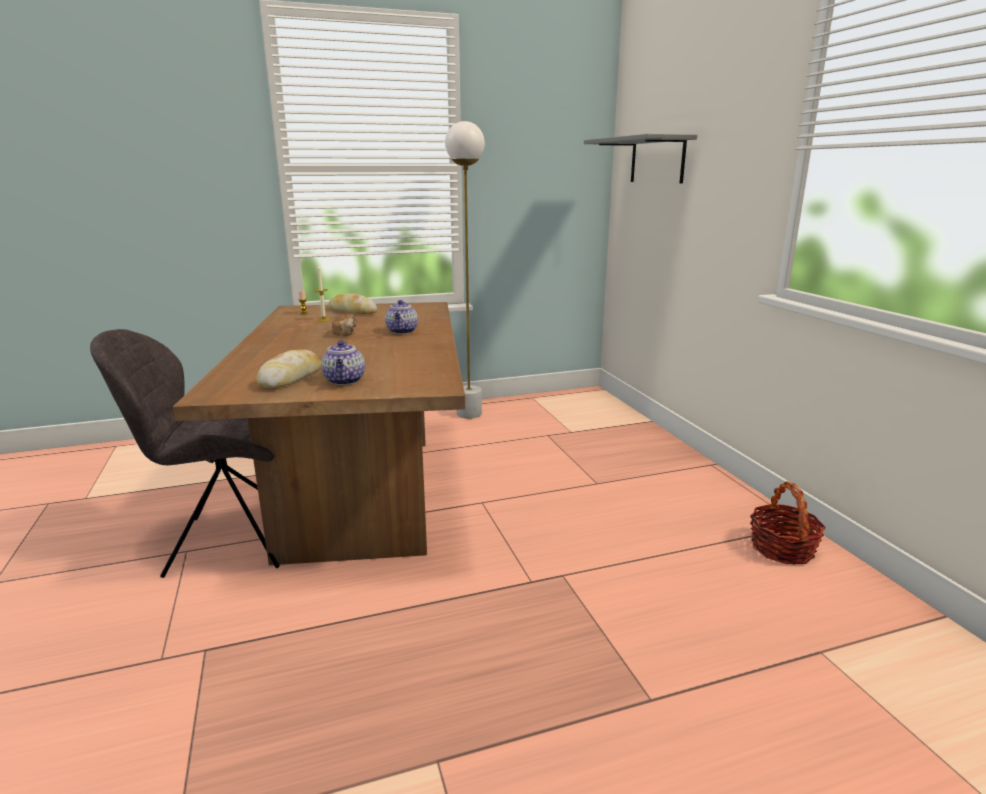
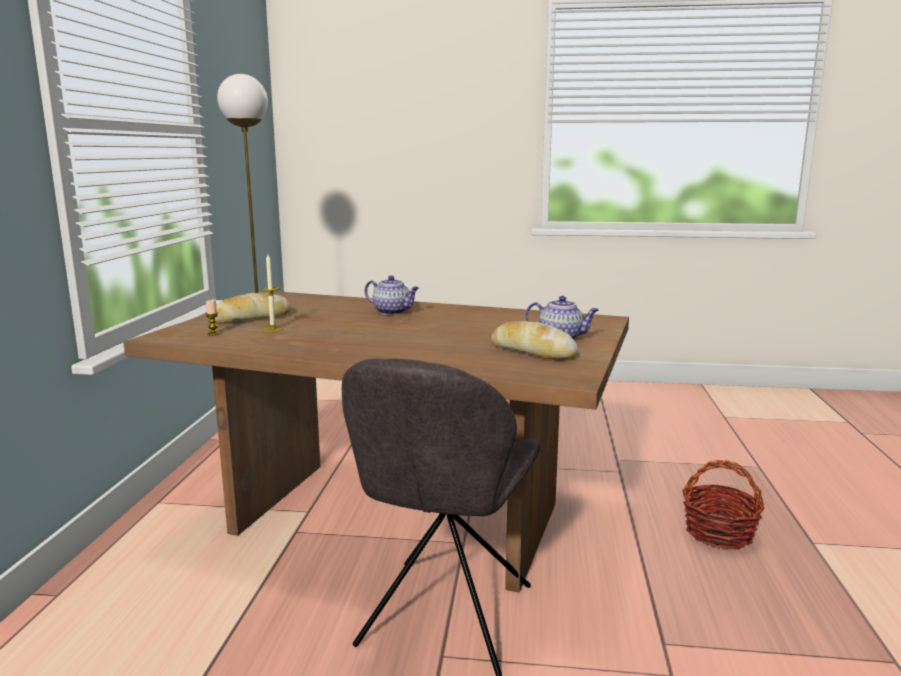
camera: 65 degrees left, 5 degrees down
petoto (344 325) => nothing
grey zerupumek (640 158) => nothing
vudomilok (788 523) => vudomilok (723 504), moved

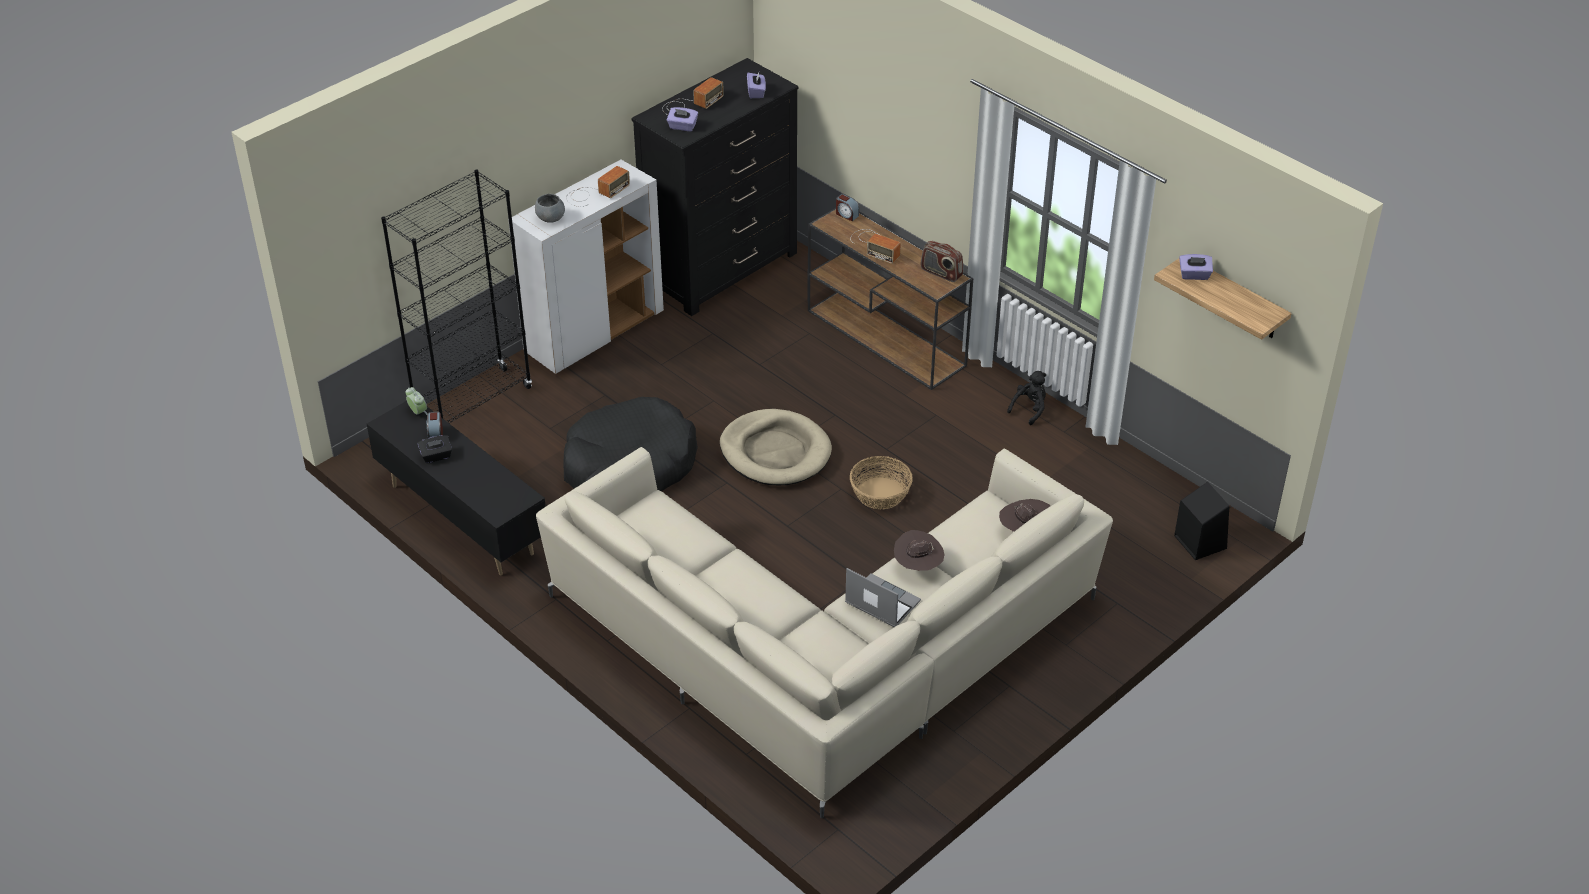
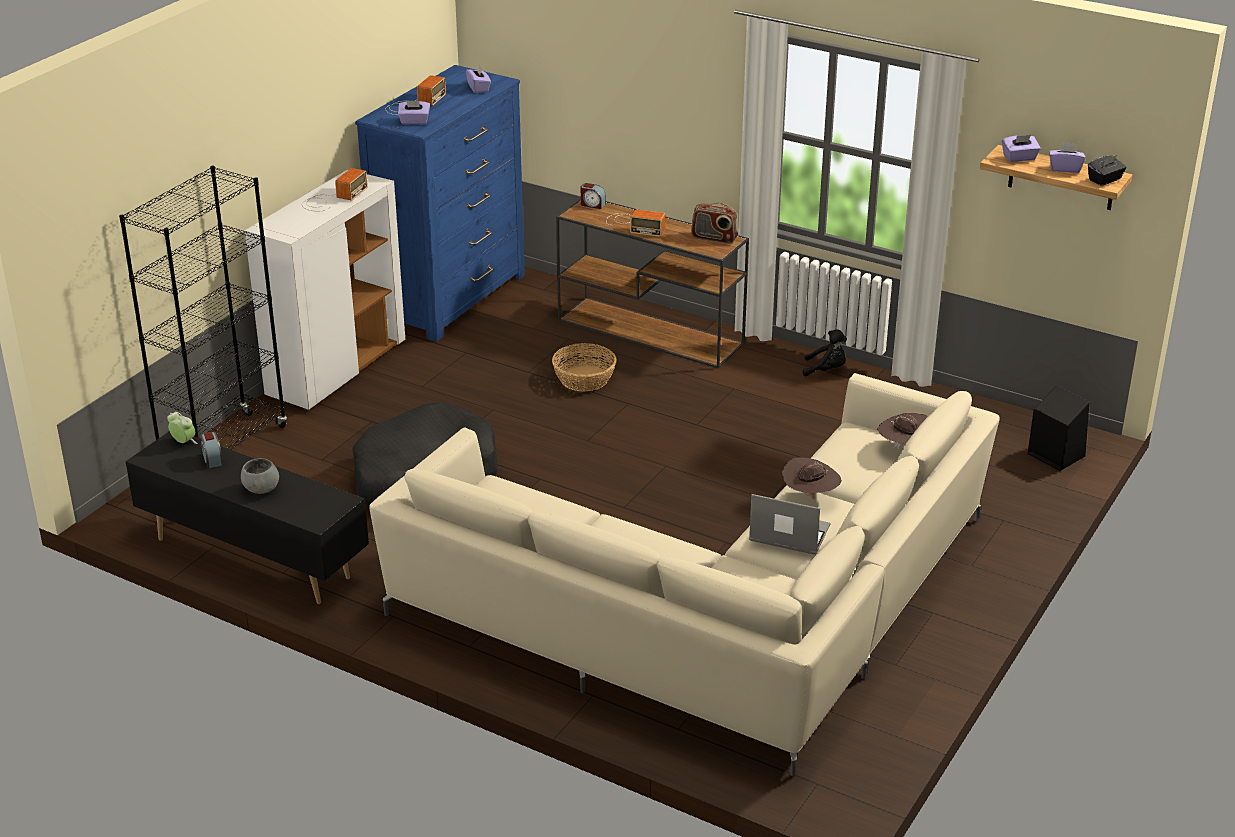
camera: 15 degrees left, 10 degrees down
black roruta (435 449) => black roruta (1107 170), moved
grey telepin (550 208) => grey telepin (260 476), moved
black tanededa (715 187) => blue tanededa (440 203)
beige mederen (776 447) => nothing
vudomilok (881 482) => vudomilok (584 367), moved
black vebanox (1026 398) => black vebanox (825 353), 75 degrees clockwise
nothing => purple roruta (1067 157)

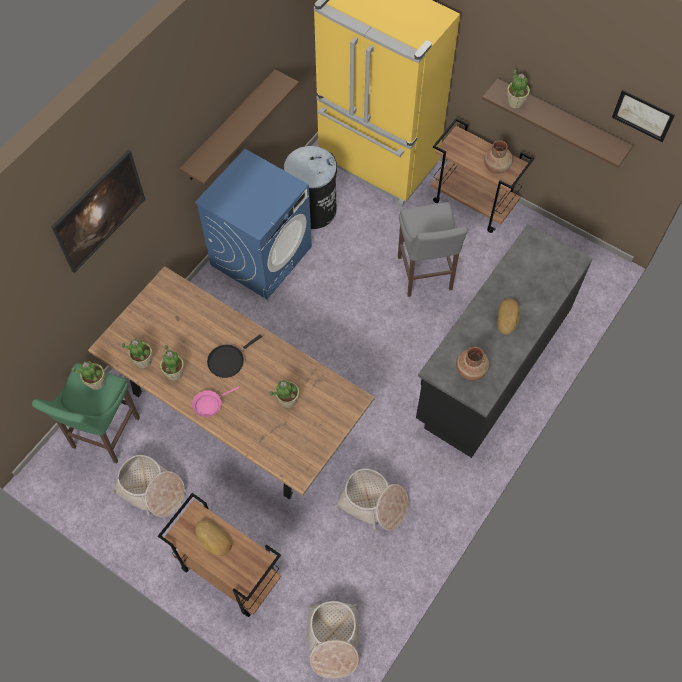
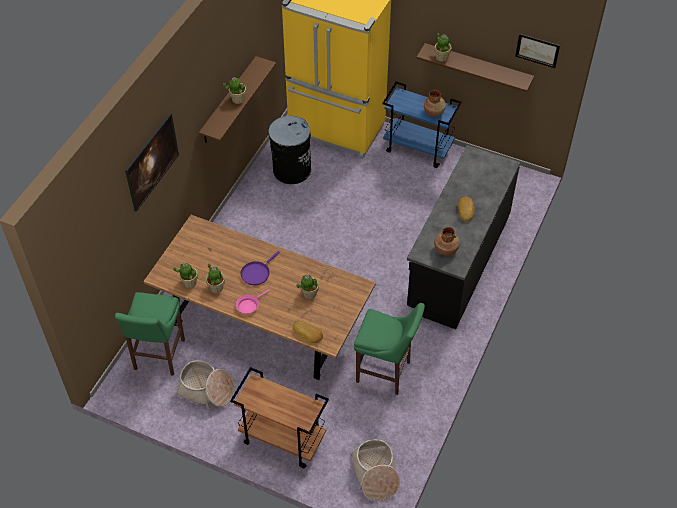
camera: 10 degrees left, 10 degrees down
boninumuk (88 375) => boninumuk (234 90), moved
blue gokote (253 224) => nothing
petoto (213 538) => petoto (308 332), moved
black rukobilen (234 356) => purple rukobilen (260 268)
vudomilok (371 499) => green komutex (389 349)
grey komutex (433 249) => nothing
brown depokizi (482 175) => blue depokizi (422 124)

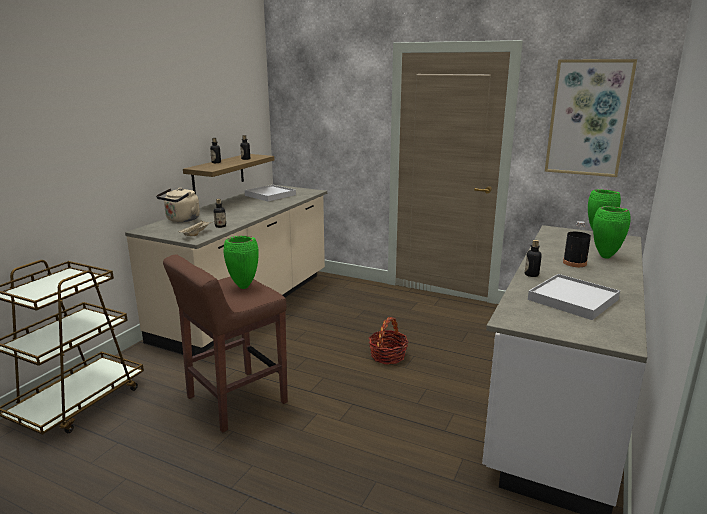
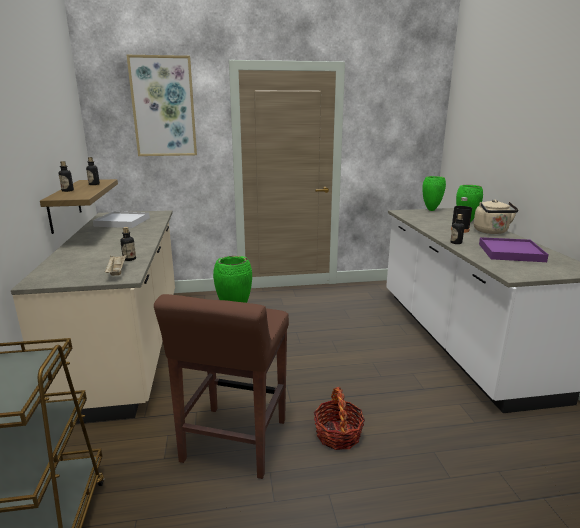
camera: 35 degrees left, 0 degrees up
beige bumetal (178 205) => beige bumetal (496 217), moved
vudomilok (388 340) => vudomilok (339 418), moved
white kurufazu (574 297) => purple kurufazu (514 249)
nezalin (591 118) => nezalin (162 105), moved

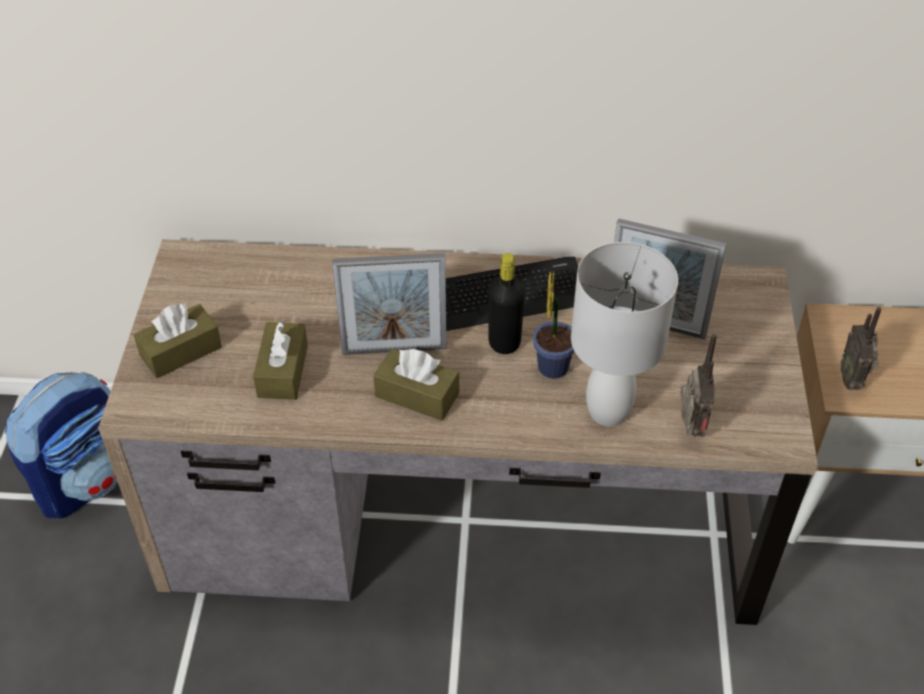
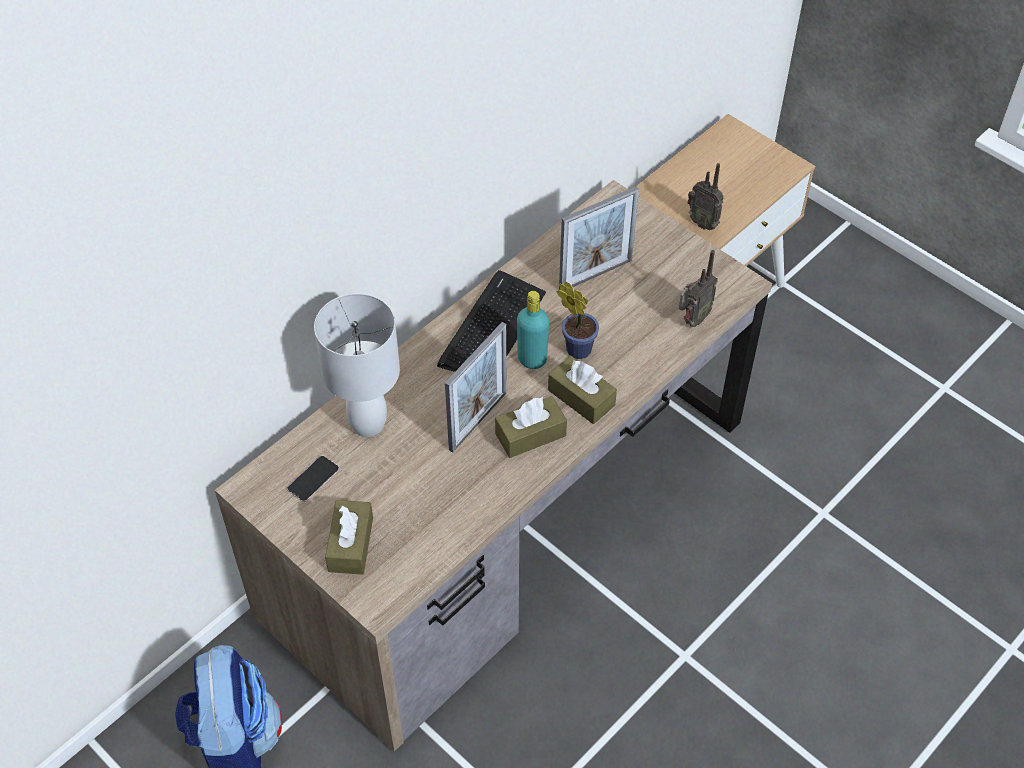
camera: 50 degrees left, 5 degrees up
brown roruta (280 360) => brown roruta (582 390), moved
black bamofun (506 303) => turquoise bamofun (533 330)
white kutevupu (624 334) => white kutevupu (357 365), moved
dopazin (699 385) => dopazin (698 288), 90 degrees clockwise
nothing => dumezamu (313 479)

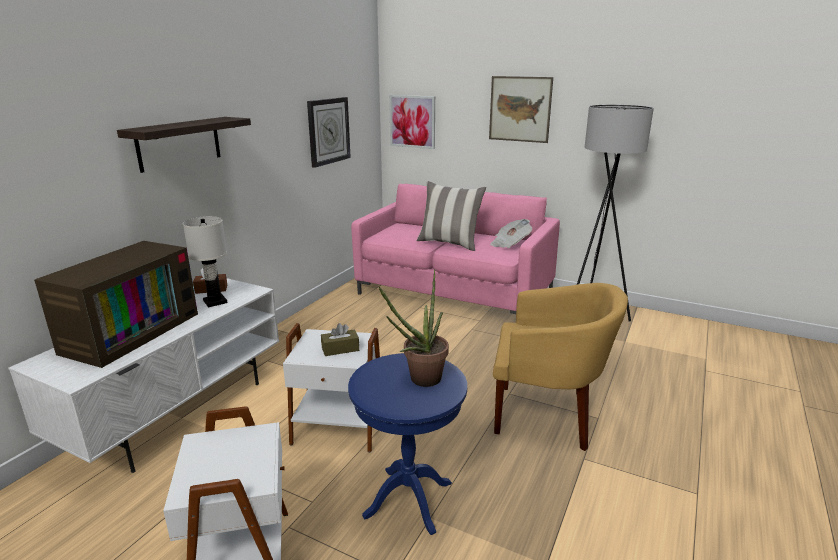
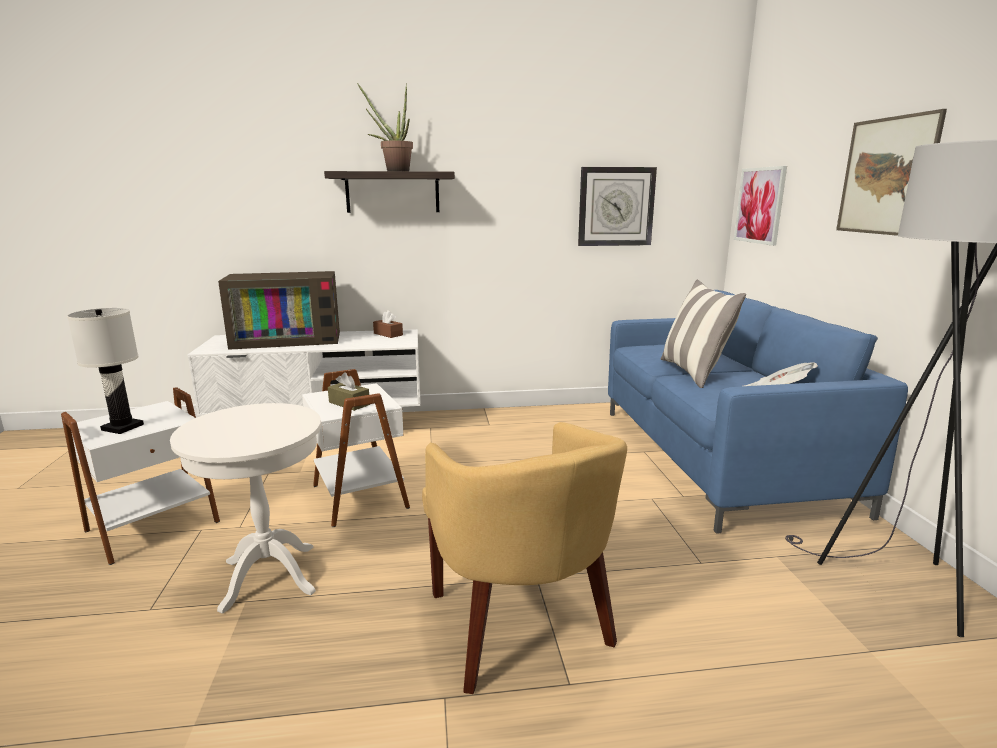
camera: 55 degrees right, 5 degrees down
white kutevupu (205 261) => white kutevupu (105 371), moved
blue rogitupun (407 444) => white rogitupun (245 508)
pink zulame (455 248) => blue zulame (758 412)
boninumuk (414 328) => boninumuk (385 127), moved

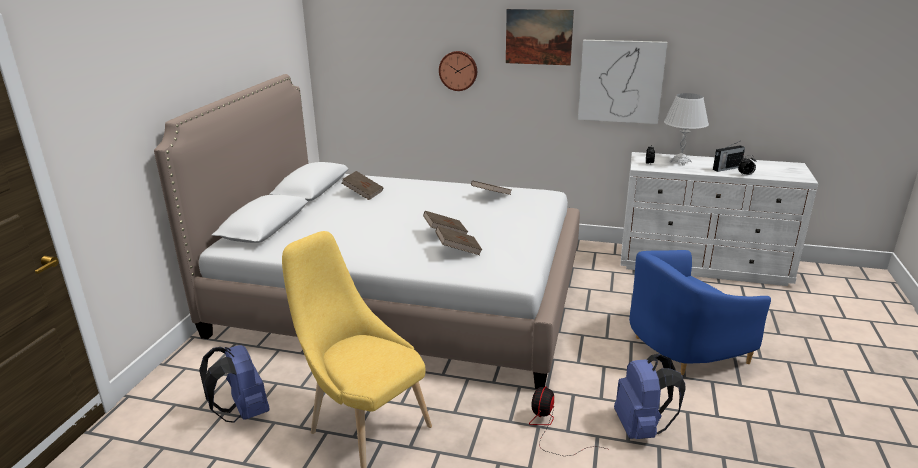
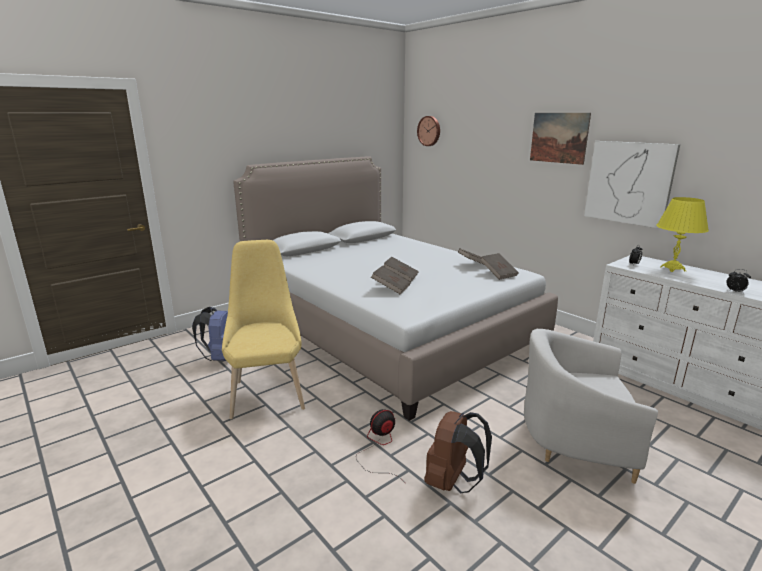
camera: 35 degrees right, 5 degrees down
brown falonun (362 185) => brown falonun (499 266), moved
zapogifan (458 71) => zapogifan (428 131), moved
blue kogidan (649 396) => brown kogidan (458 452)
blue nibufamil (700 312) => white nibufamil (591 406)
white kutevupu (686 129) => yellow kutevupu (682 234)
dopazin (729 156) => nothing

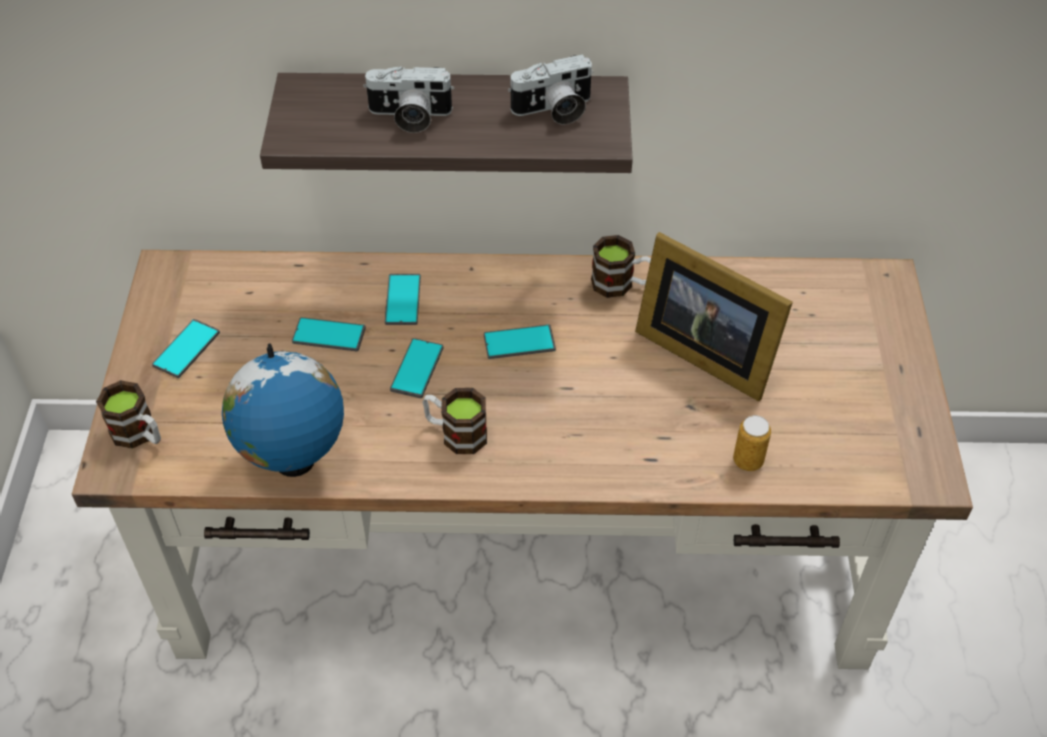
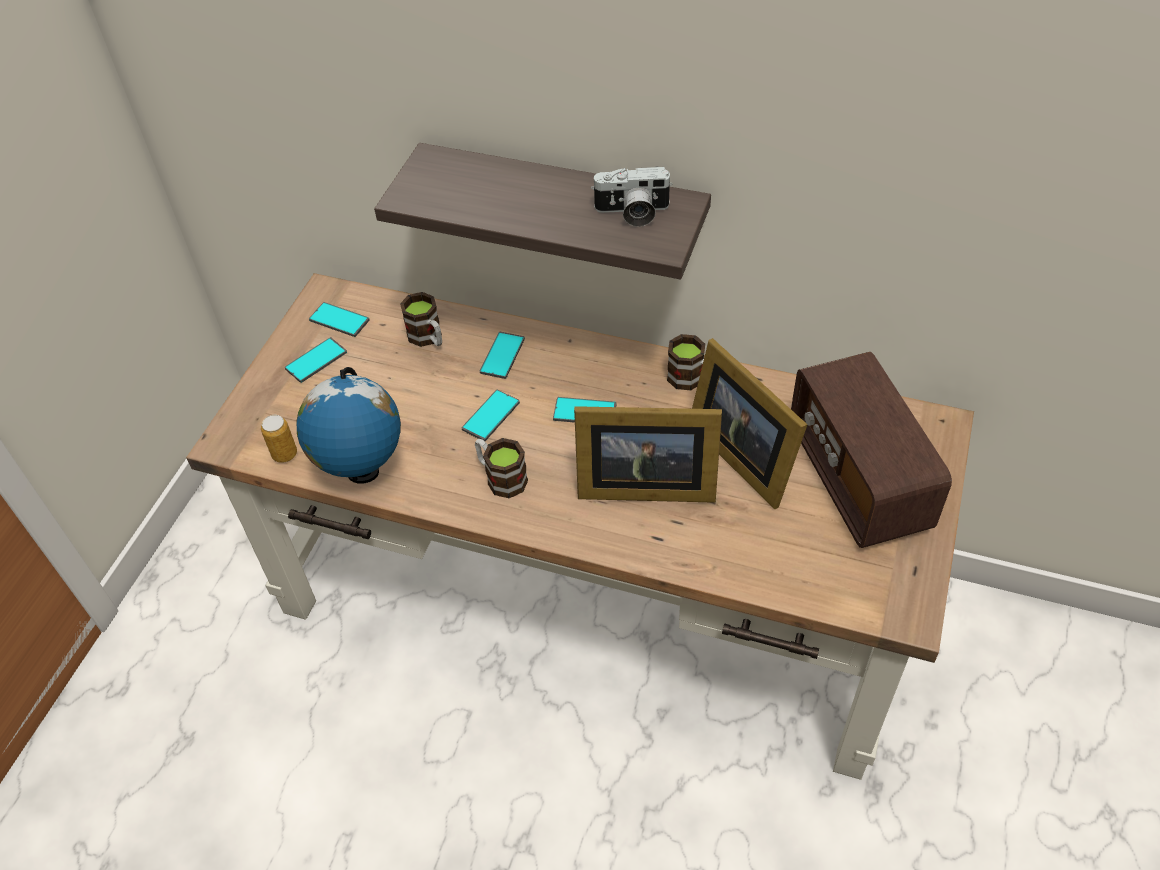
camera: 20 degrees right, 0 degrees up
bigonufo (128 414) => bigonufo (421 319), moved
dumezamu (329 334) => dumezamu (339 319), moved
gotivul (408 99) => nothing
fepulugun (752 443) => fepulugun (279 439), moved
nothing => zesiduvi (648 454)
nothing => dopazin (871 450)

